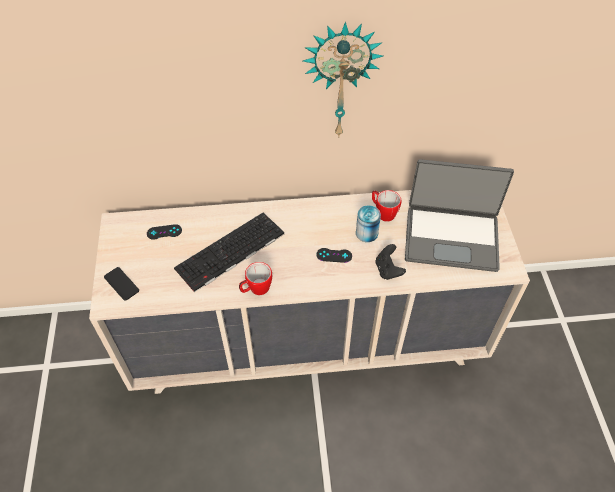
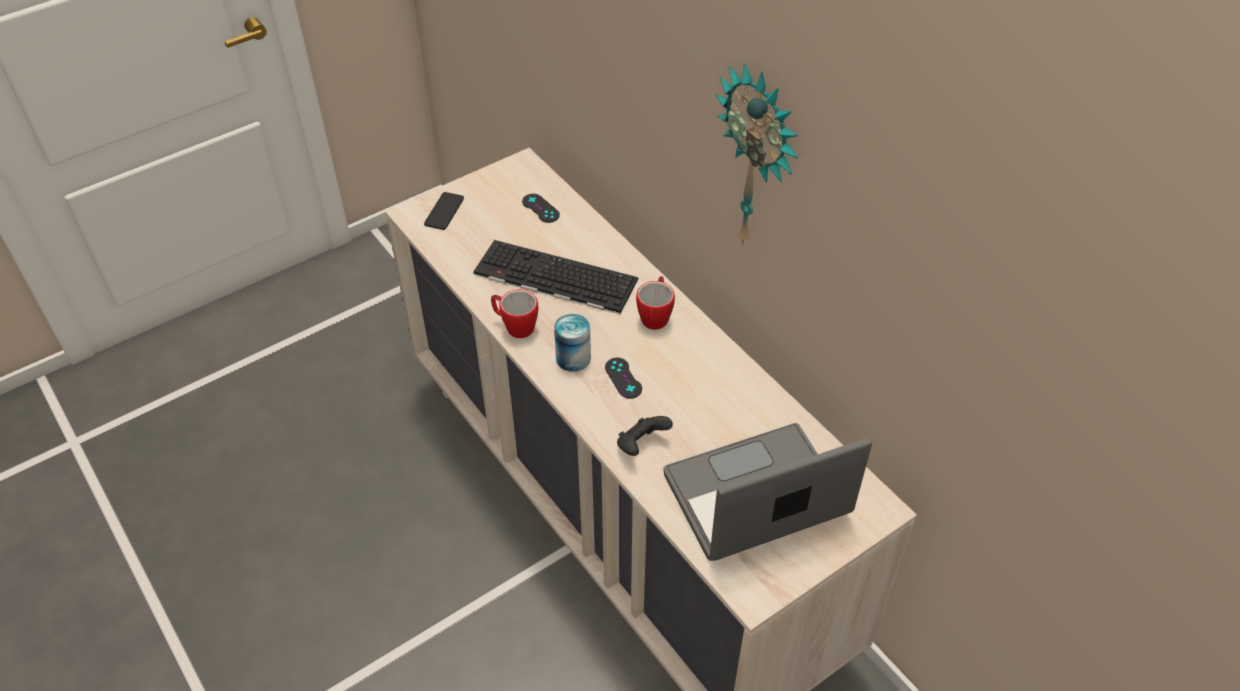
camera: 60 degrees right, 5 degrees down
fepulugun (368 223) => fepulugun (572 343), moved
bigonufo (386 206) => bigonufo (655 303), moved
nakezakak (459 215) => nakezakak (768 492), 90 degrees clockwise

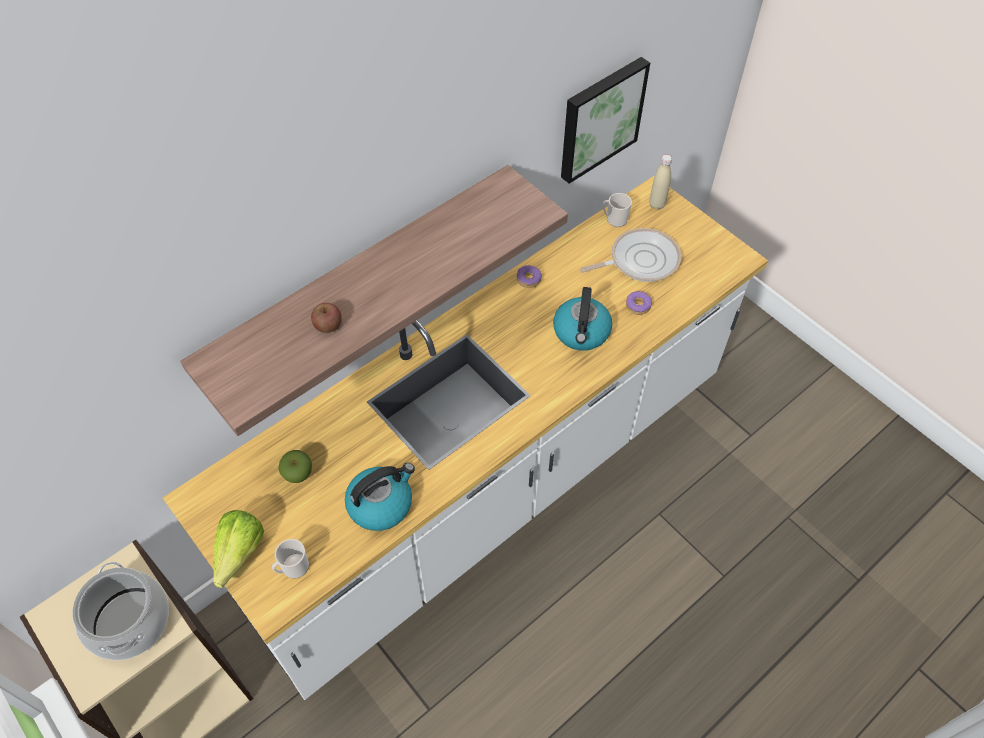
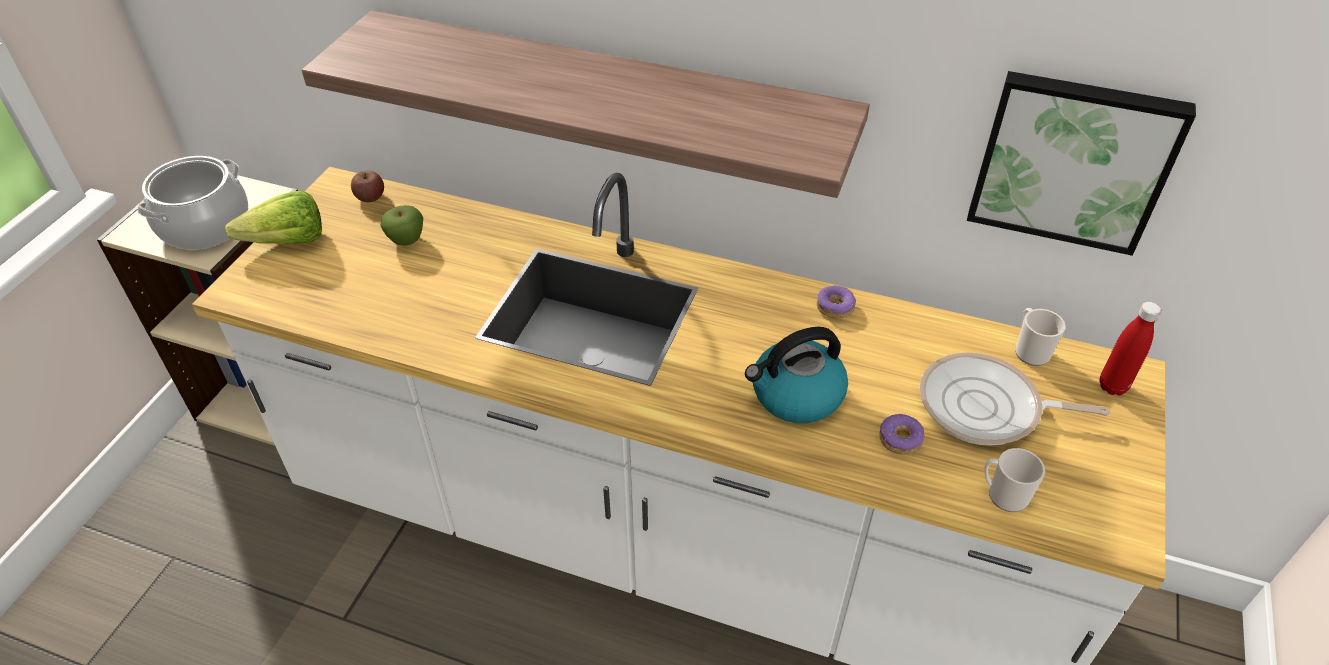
camera: 60 degrees right, 10 degrees down
bigonufo (290 558) => bigonufo (1014 480), moved
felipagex (326 318) => felipagex (367 186), moved
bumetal (380 497) => nothing
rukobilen (630 255) => rukobilen (1015 399), 150 degrees clockwise
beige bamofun (660 182) => red bamofun (1130 348)

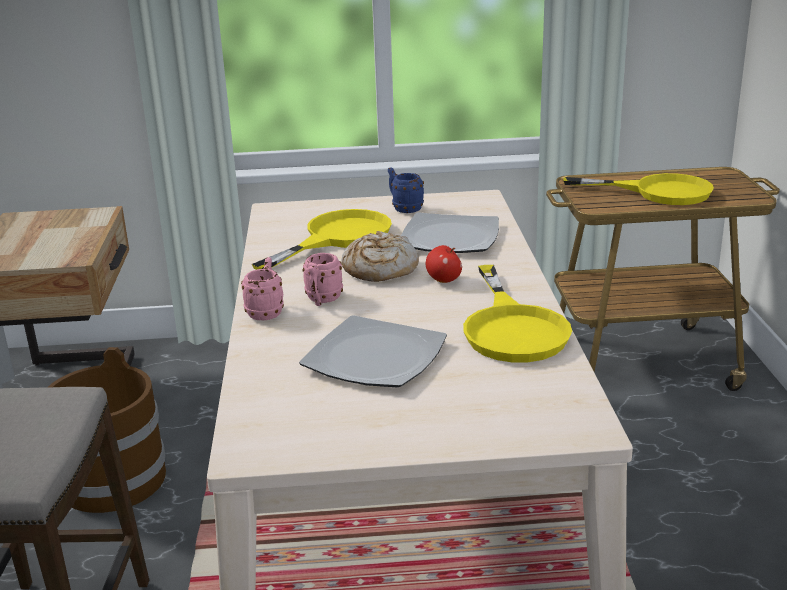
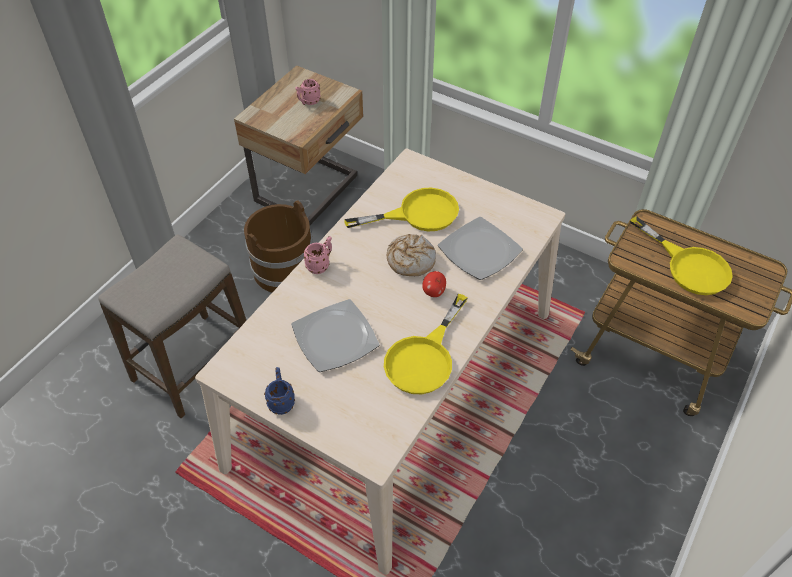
camera: 35 degrees right, 25 degrees up
pink bigonufo (322 279) => pink bigonufo (307 92), moved
blue bigonufo (406 190) => blue bigonufo (279 391), moved

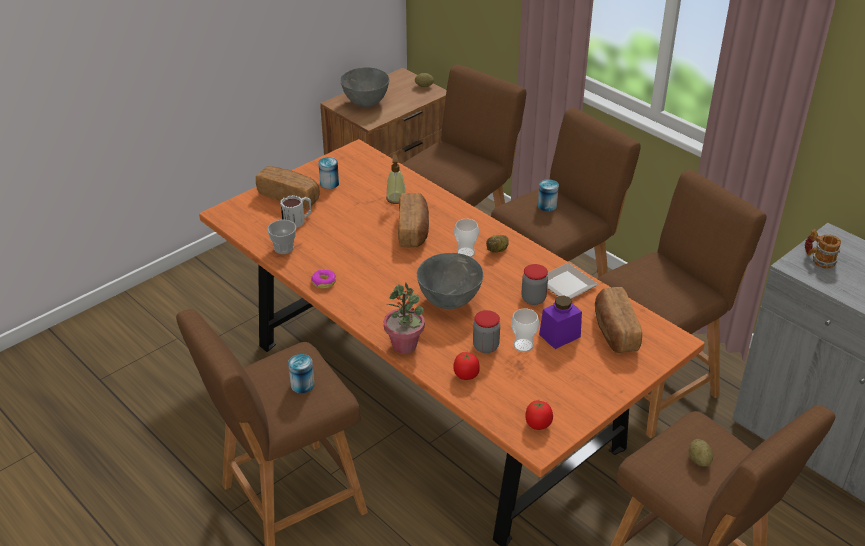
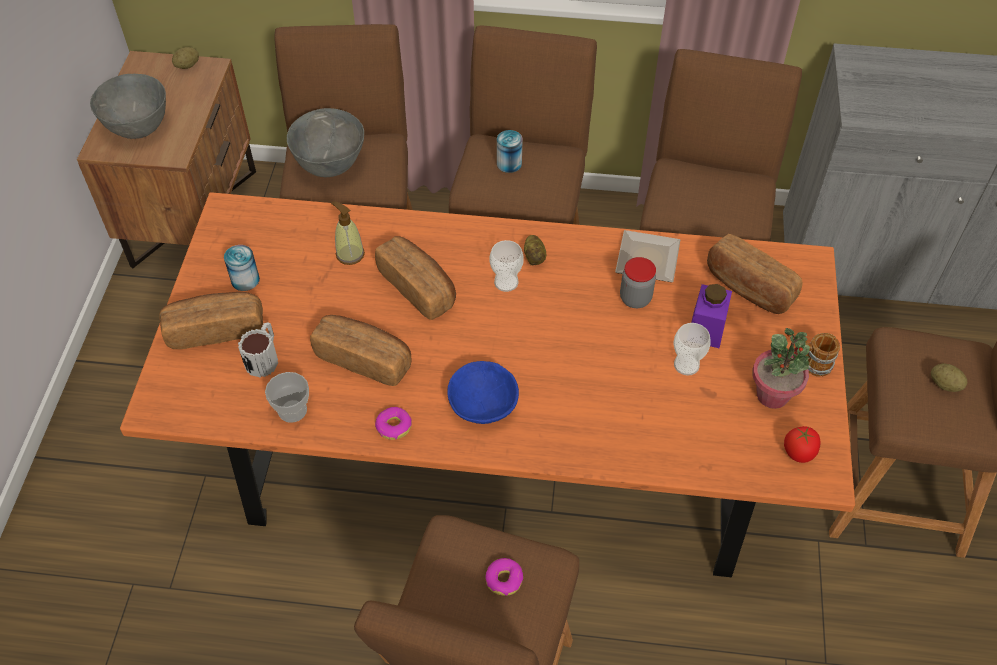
camera: 40 degrees left, 15 degrees up
fepulugun (301 374) => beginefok (504 577)
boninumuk (404 318) => boninumuk (781 368), moved
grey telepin (450 281) => grey telepin (325 142), moved
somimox (466 365) => nothing
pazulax (486 331) => nothing
bigonufo (823 249) => bigonufo (817 355), moved
nothing => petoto (360 350)
nothing => blue telepin (483 392)

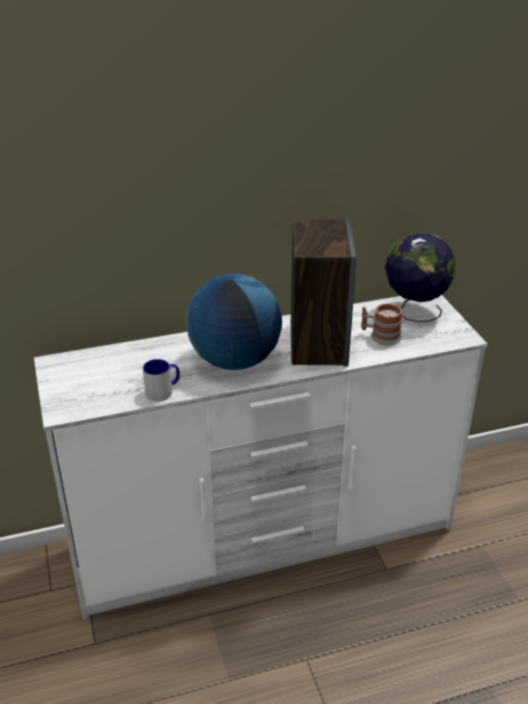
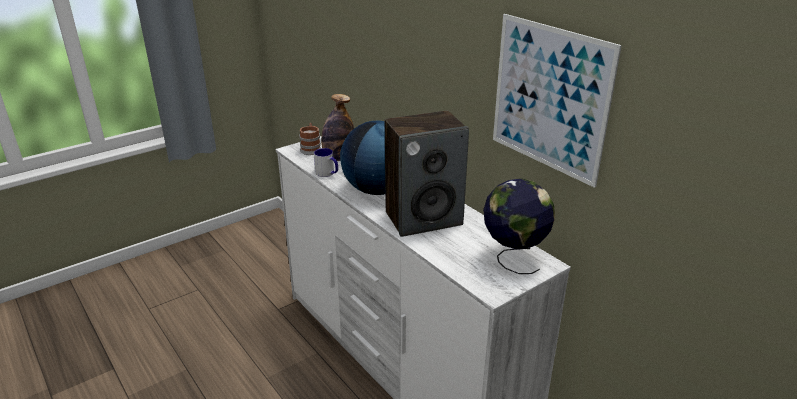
camera: 70 degrees right, 5 degrees down
bigonufo (382 324) => bigonufo (310 139), moved
nothing => bamofun (337 127)
nothing => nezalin (557 101)

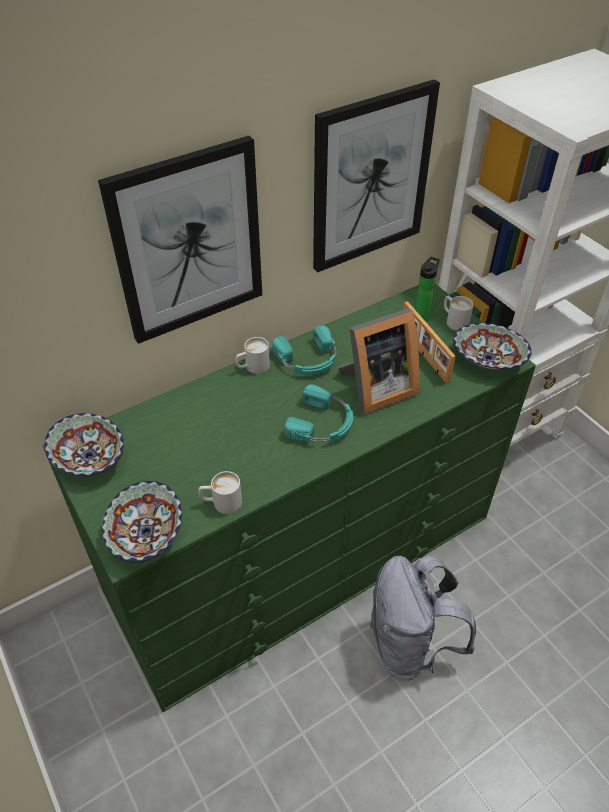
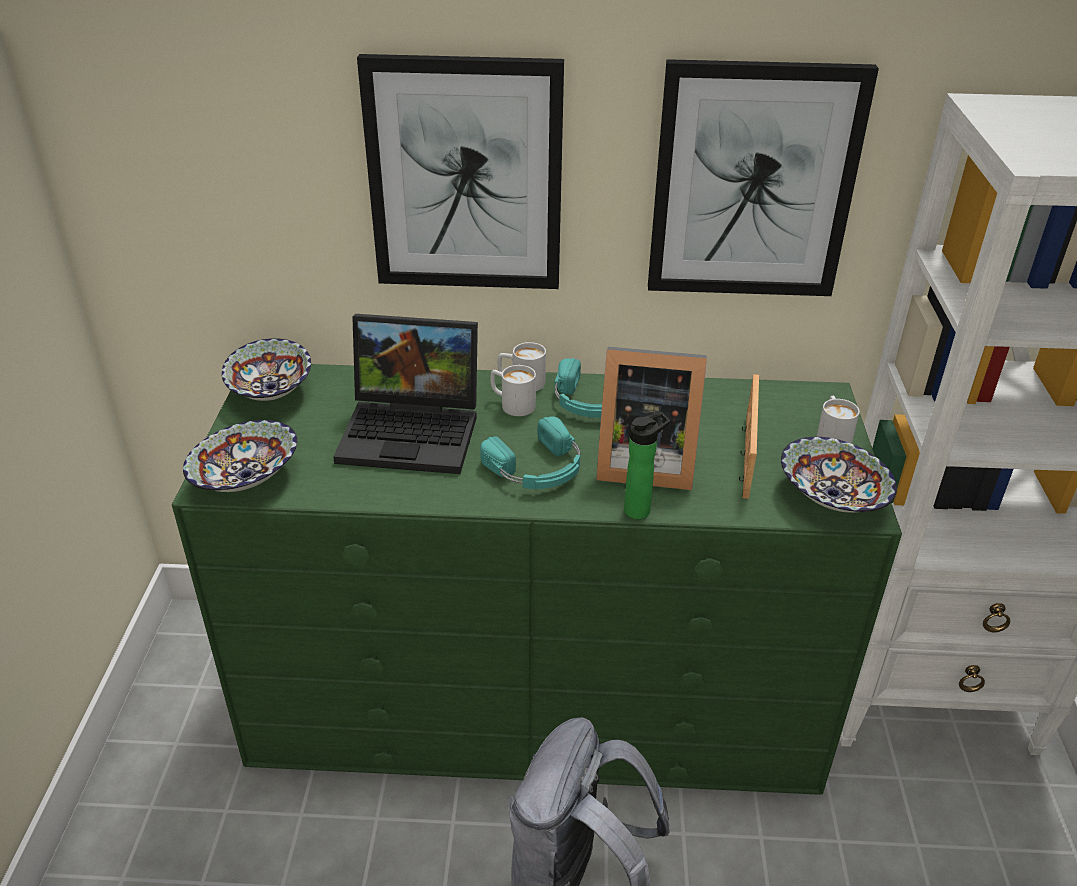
camera: 35 degrees right, 10 degrees down
white bigonufo (220 492) => white bigonufo (513 390), moved
bamofun (427 289) => bamofun (647 465), moved
nothing => nakezakak (405 394)

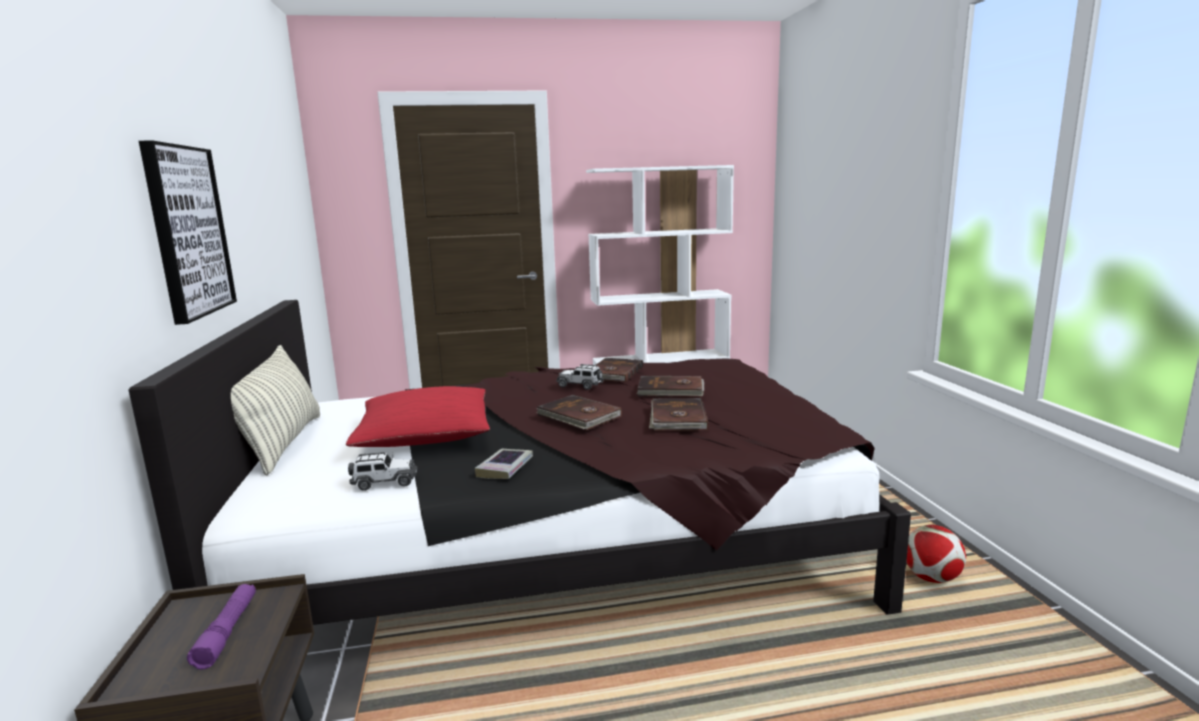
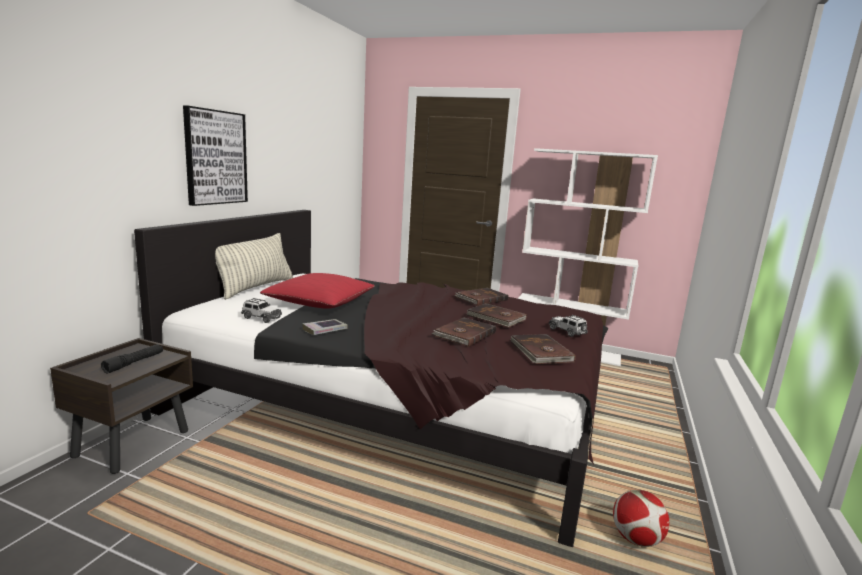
camera: 30 degrees right, 0 degrees up
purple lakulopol (221 626) => black lakulopol (132 359)
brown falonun (579 412) => brown falonun (543 349), moved
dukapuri (580 377) => dukapuri (568 326), moved

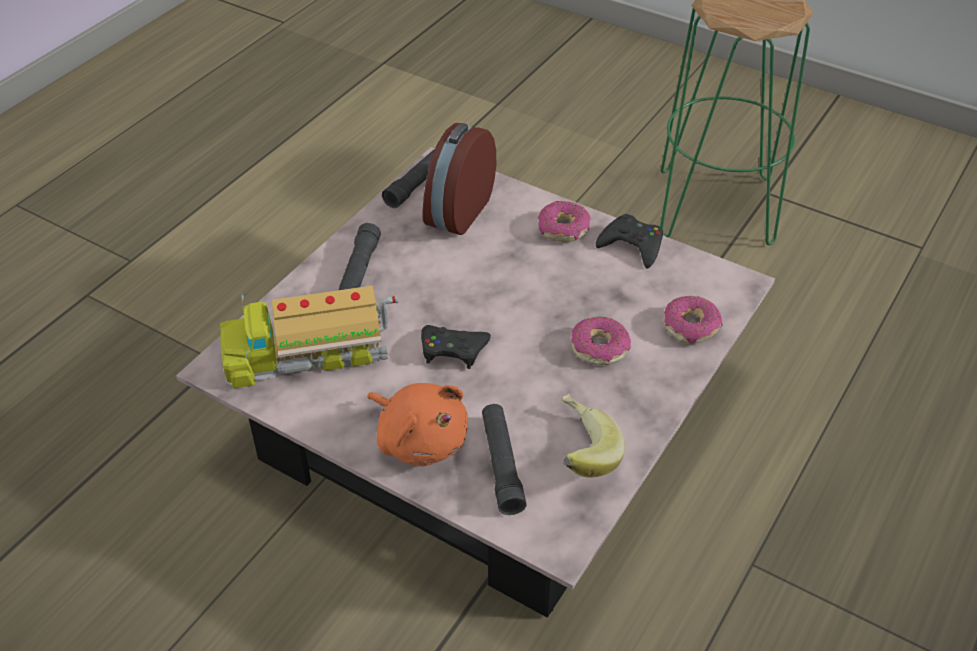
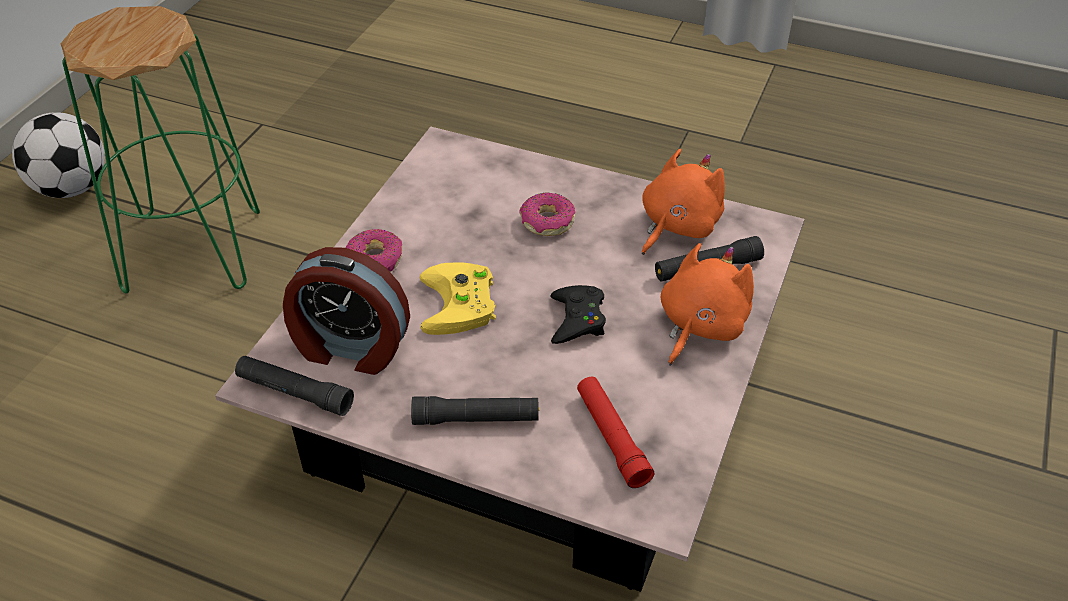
camera: 100 degrees left, 0 degrees up
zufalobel (309 337) => red lakulopol (615 432)
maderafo (593 436) => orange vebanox (683 202)
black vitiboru (629 241) => nothing
beginefok (693 320) => nothing
nothing => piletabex (58 155)
nothing => yellow vitiboru (458 298)

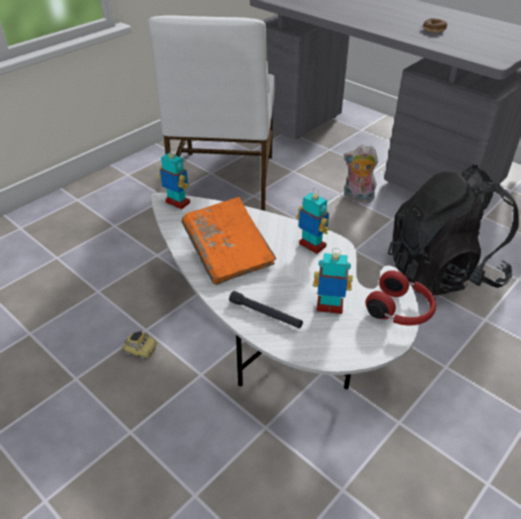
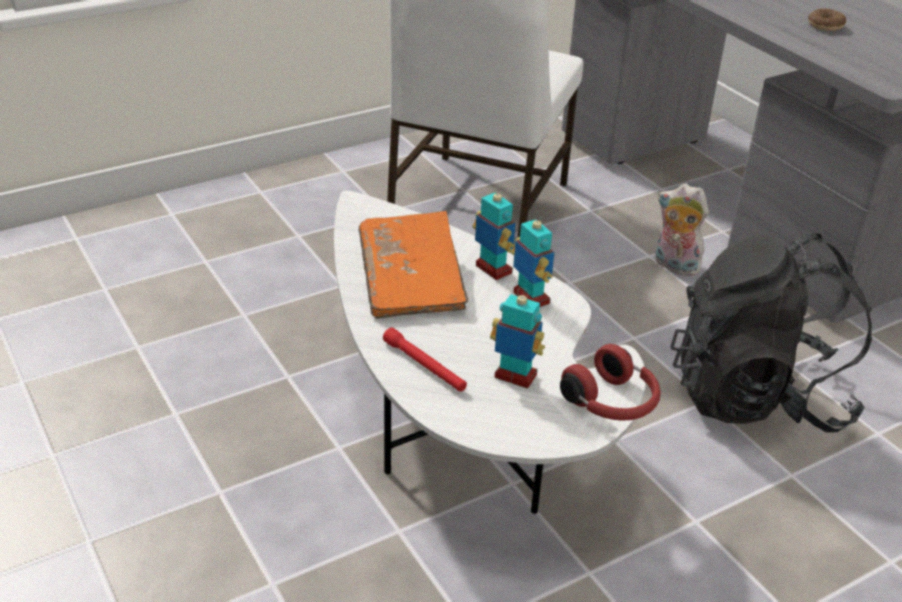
camera: 15 degrees right, 5 degrees down
dukapuri (139 345) => nothing
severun (174 179) => severun (494 233), moved
black lakulopol (266 309) => red lakulopol (425 360)

